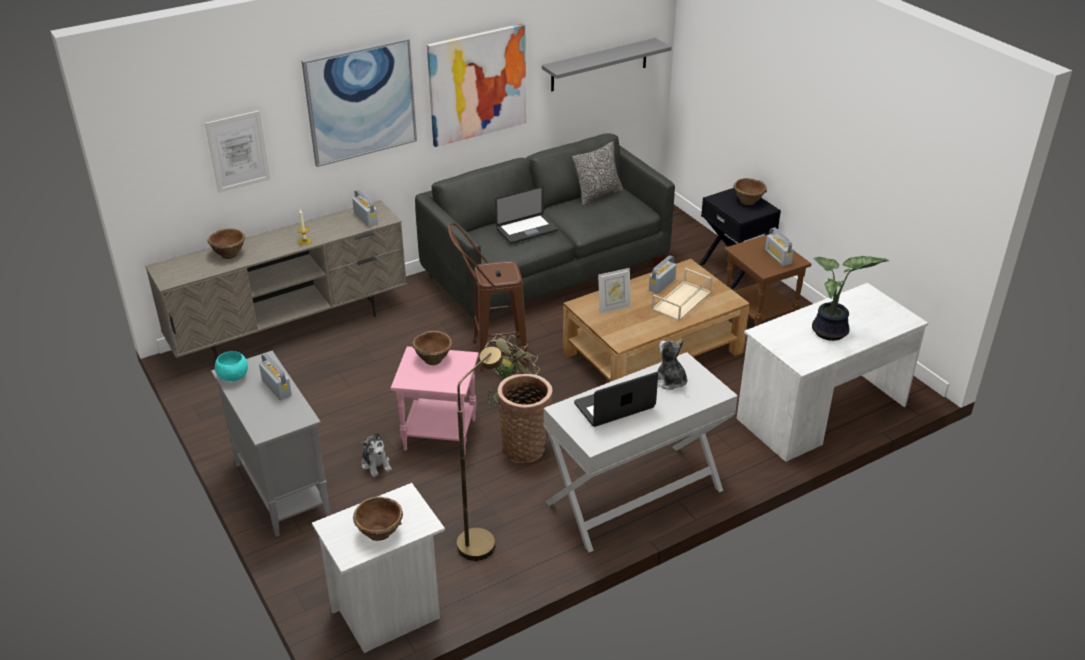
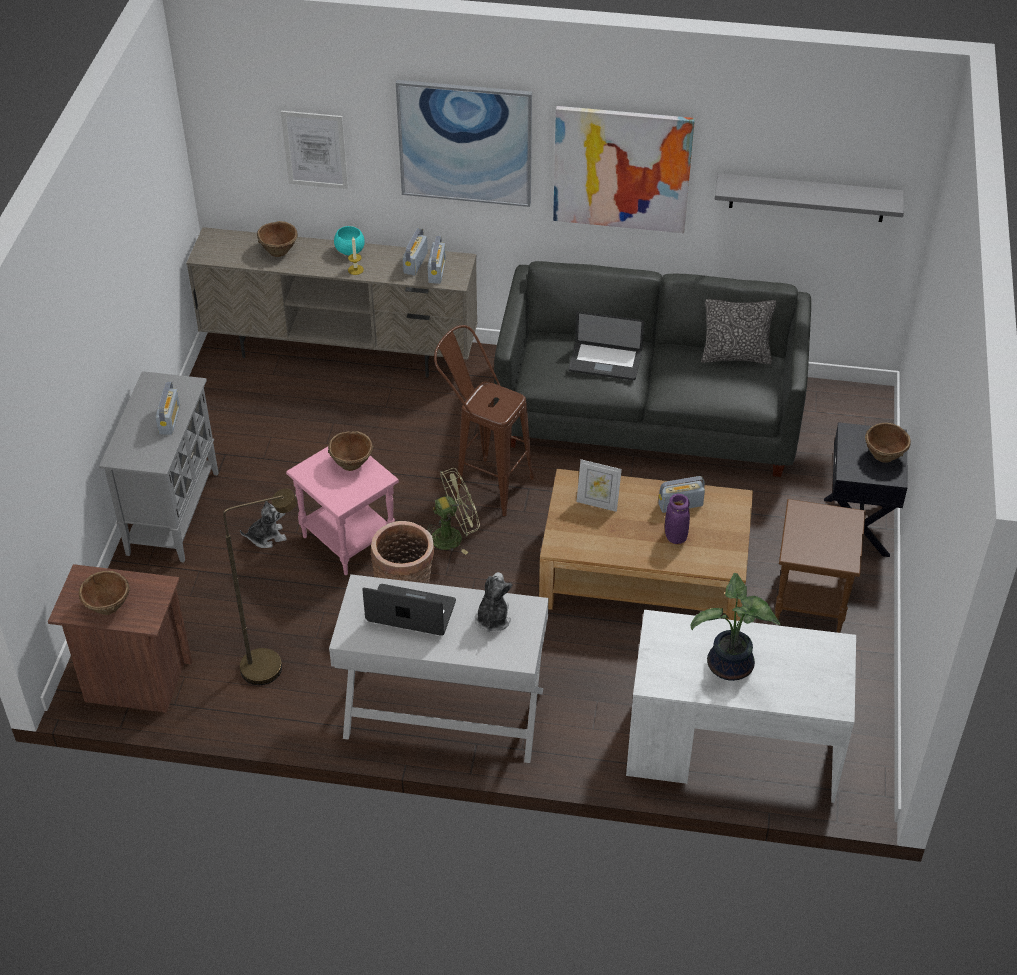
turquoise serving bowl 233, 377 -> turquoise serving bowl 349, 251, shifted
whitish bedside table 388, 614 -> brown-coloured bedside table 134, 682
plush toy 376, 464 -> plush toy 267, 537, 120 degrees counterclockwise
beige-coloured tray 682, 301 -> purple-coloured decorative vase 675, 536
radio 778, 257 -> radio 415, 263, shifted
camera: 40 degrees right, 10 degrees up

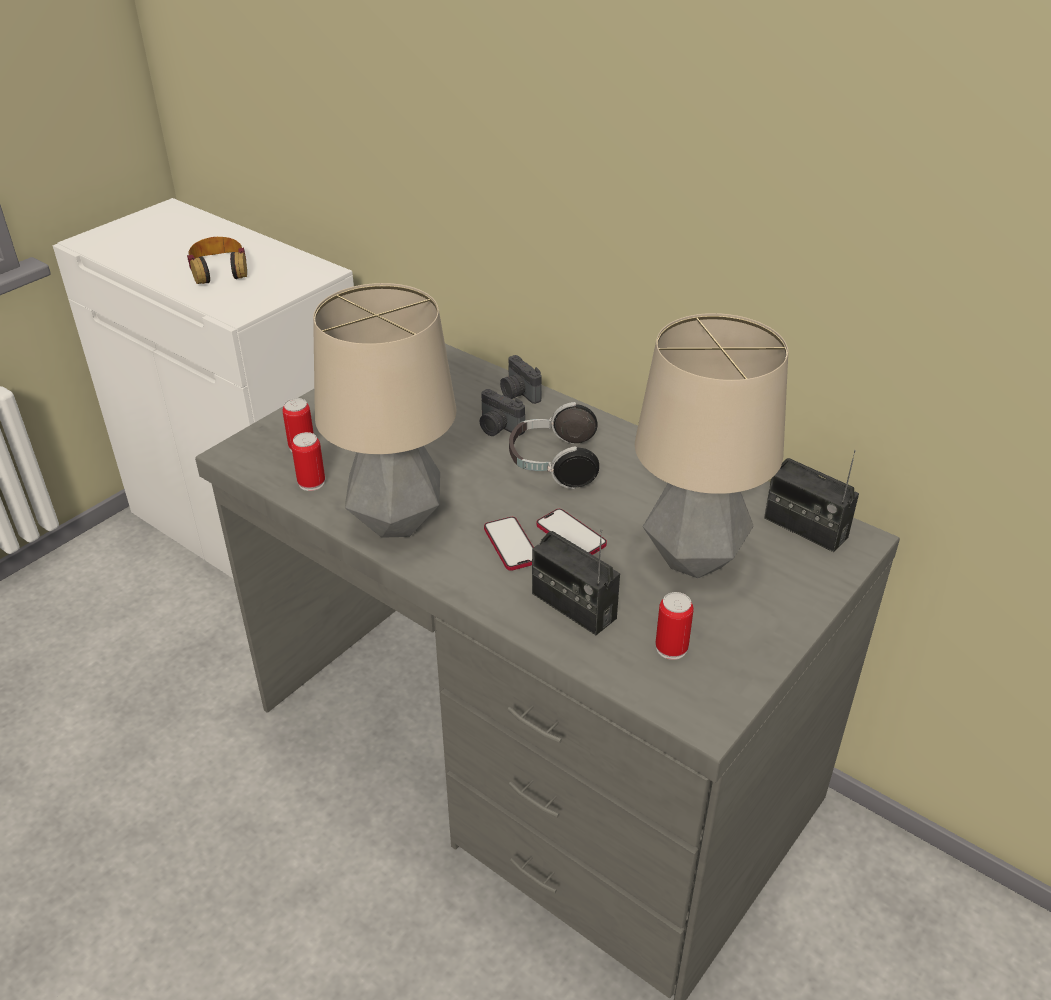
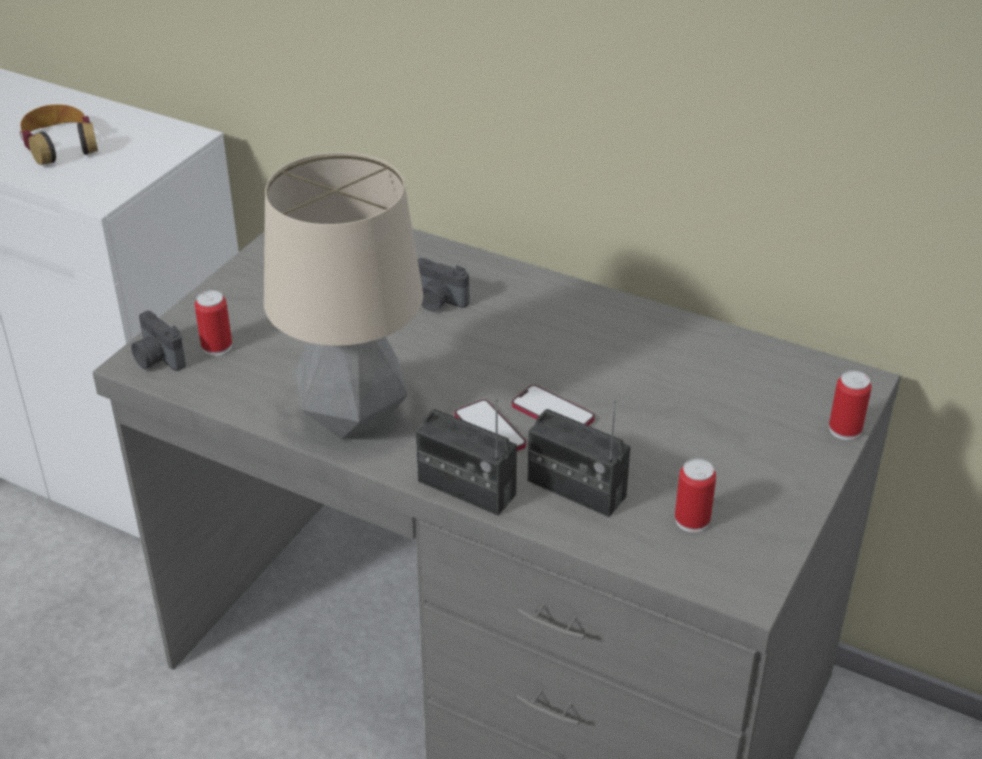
metal can 311, 483 -> metal can 845, 430, shifted
still camera 518, 394 -> still camera 157, 359, shifted
headset 553, 464 -> none
table lamp 693, 558 -> none
radio 805, 528 -> radio 466, 488, shifted
camera: 10 degrees left, 0 degrees up

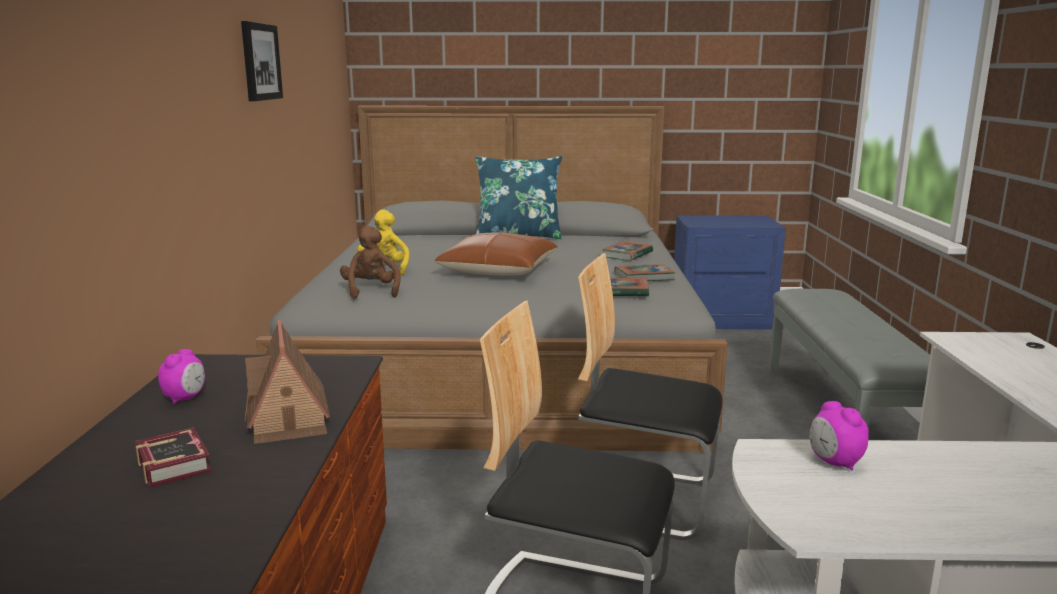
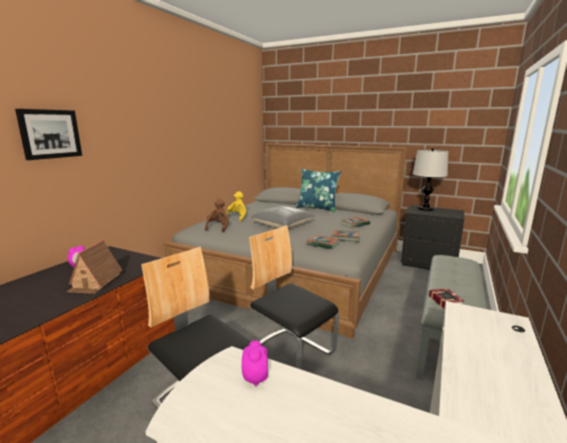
book 175, 463 -> book 445, 300, shifted
picture 260, 62 -> picture 50, 134, shifted
brown-coloured pillow 498, 270 -> greyish pillow 282, 224
blue bedside table 721, 319 -> black-coloured bedside table 428, 263
none -> table lamp 425, 208
camera: 25 degrees right, 0 degrees up

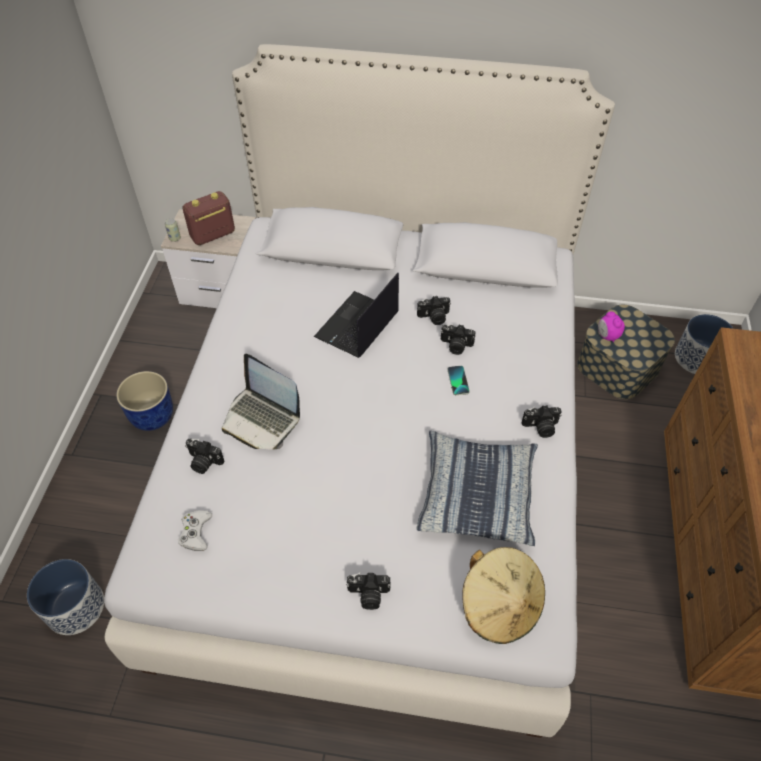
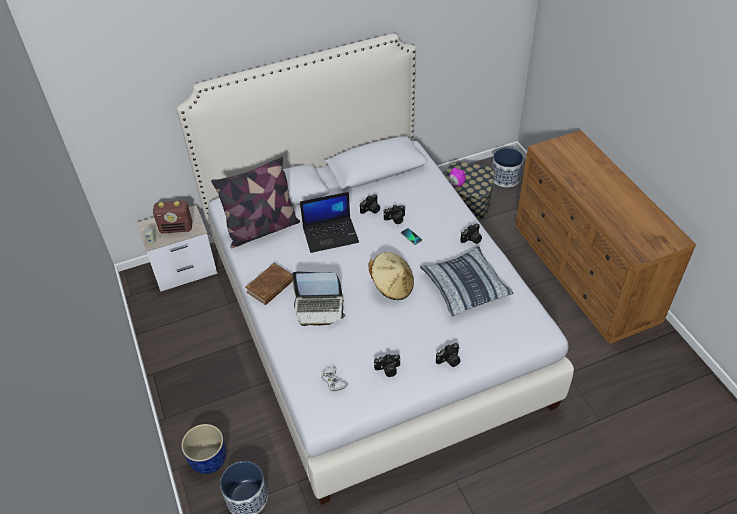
blue planter 152, 415 -> blue planter 208, 459, shifted
radio 212, 235 -> radio 177, 228, 120 degrees counterclockwise
still camera 203, 462 -> still camera 388, 370, shifted
laptop 357, 326 -> laptop 331, 234, 105 degrees counterclockwise
beige-coloured clothing hat 500, 605 -> beige-coloured clothing hat 392, 286, shifted
none -> pillow 262, 229
none -> brown-coloured book 271, 286
camera: 30 degrees left, 5 degrees down

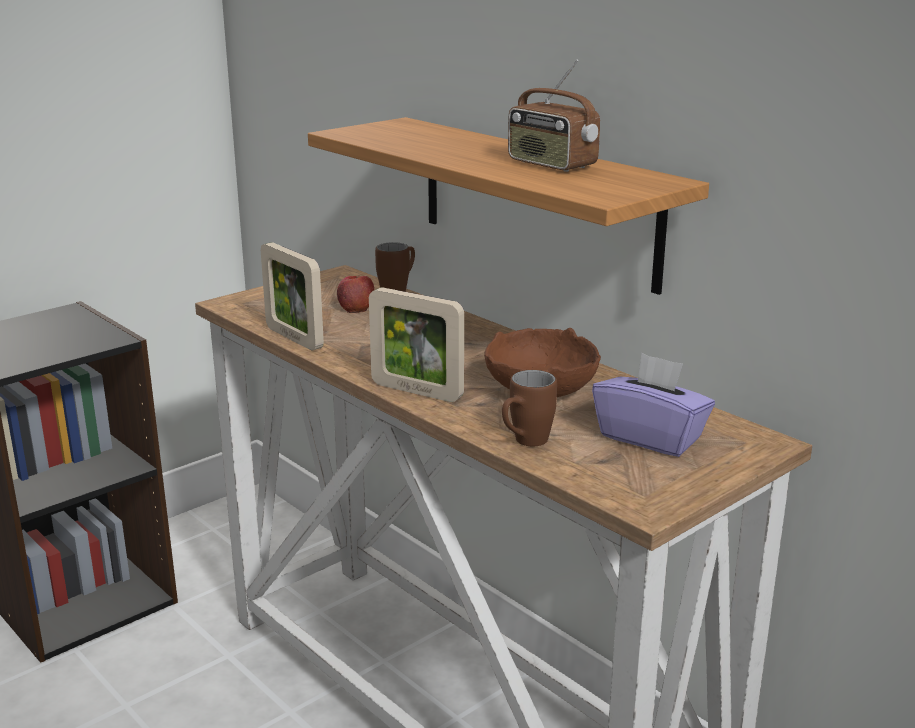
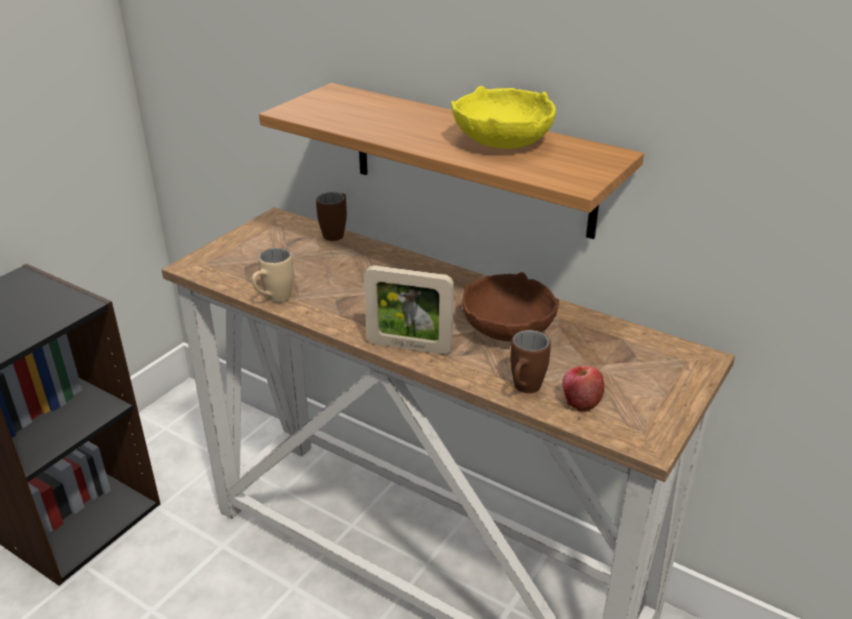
picture frame 294, 338 -> beige-coloured tea mug 273, 300
apple fruit 356, 308 -> apple fruit 580, 401, shifted
radio 551, 165 -> yellow-coloured serving bowl 503, 141
purple-coloured tissue holder 650, 437 -> none
camera: 15 degrees left, 10 degrees up

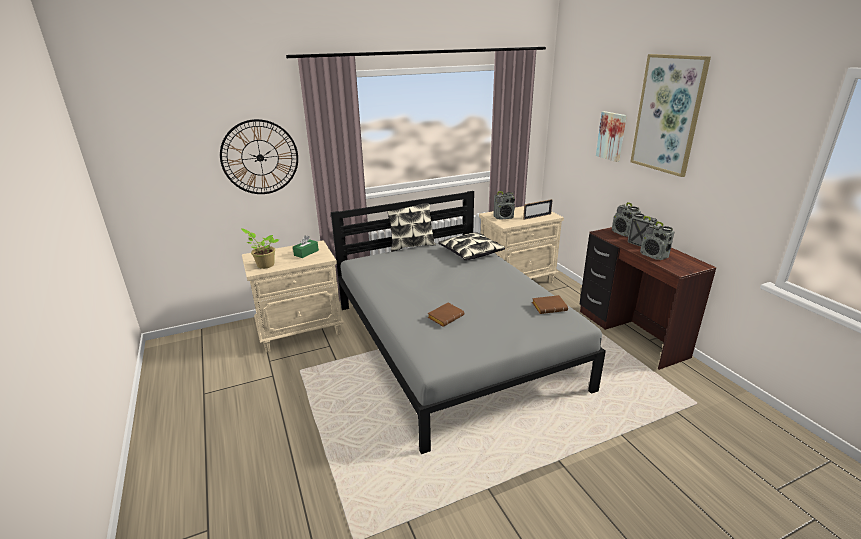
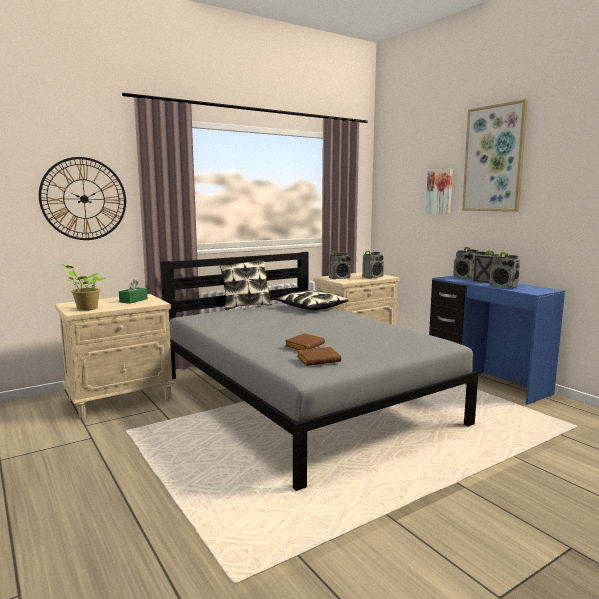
picture frame 537, 216 -> radio 373, 277
brown-coloured book 549, 307 -> brown-coloured book 319, 360, shifted
brown-coloured desk table 630, 333 -> blue desk table 486, 381
camera: 10 degrees left, 15 degrees down

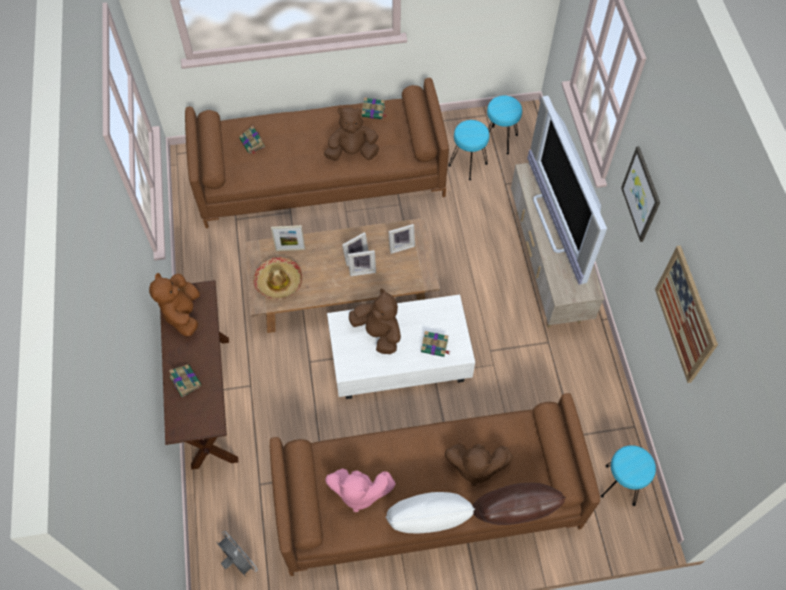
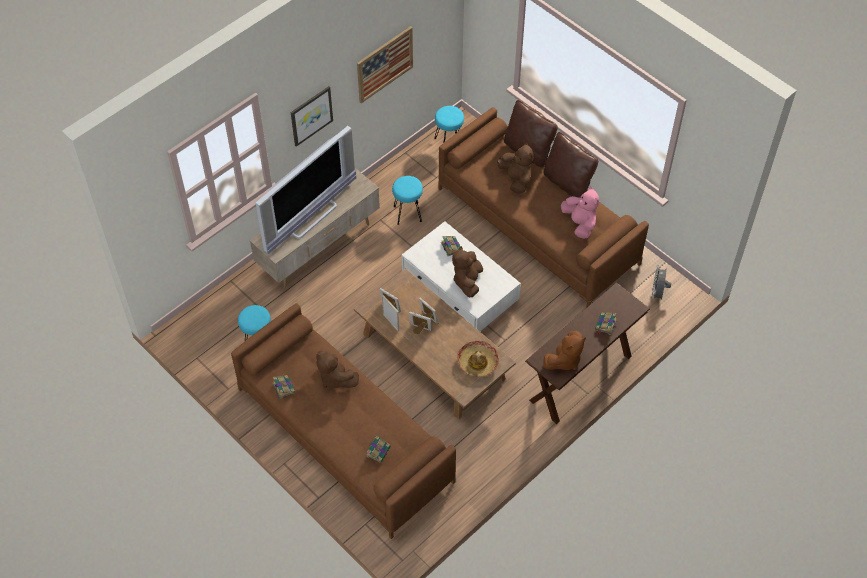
picture frame 290, 249 -> picture frame 391, 322, shifted
whitish pillow 427, 523 -> brown-coloured pillow 568, 183
turquoise stool seat 499, 140 -> turquoise stool seat 408, 213, shifted
camera: 125 degrees left, 5 degrees down

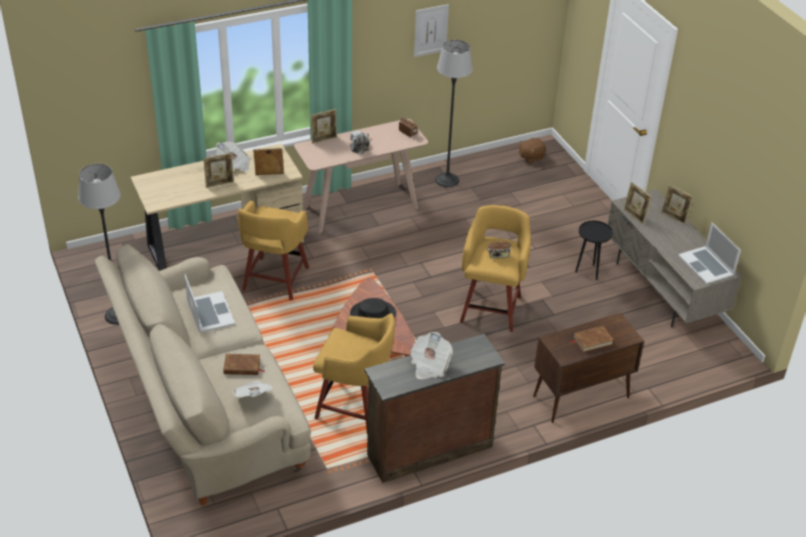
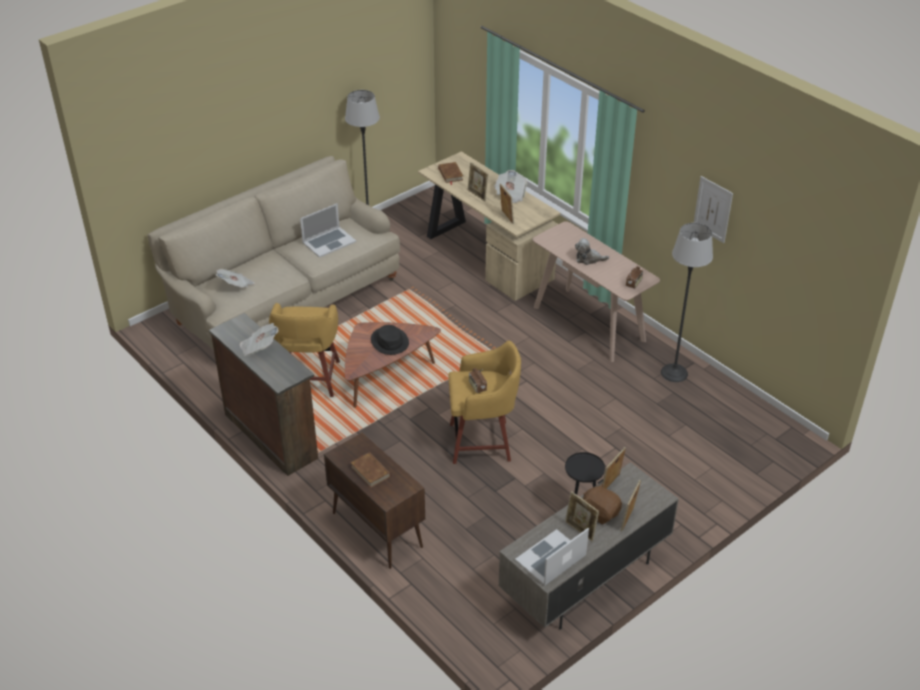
brown-coloured book 242, 367 -> brown-coloured book 450, 174, shifted
yellow-coloured stool seat 274, 280 -> none
picture frame 324, 139 -> picture frame 580, 530, shifted
brown-coloured plush toy 531, 157 -> brown-coloured plush toy 600, 512, shifted
camera: 75 degrees right, 0 degrees up

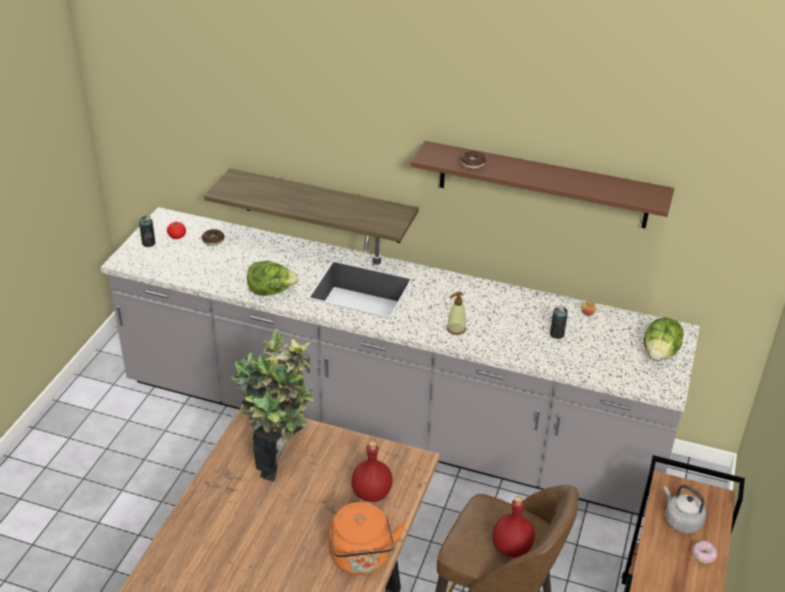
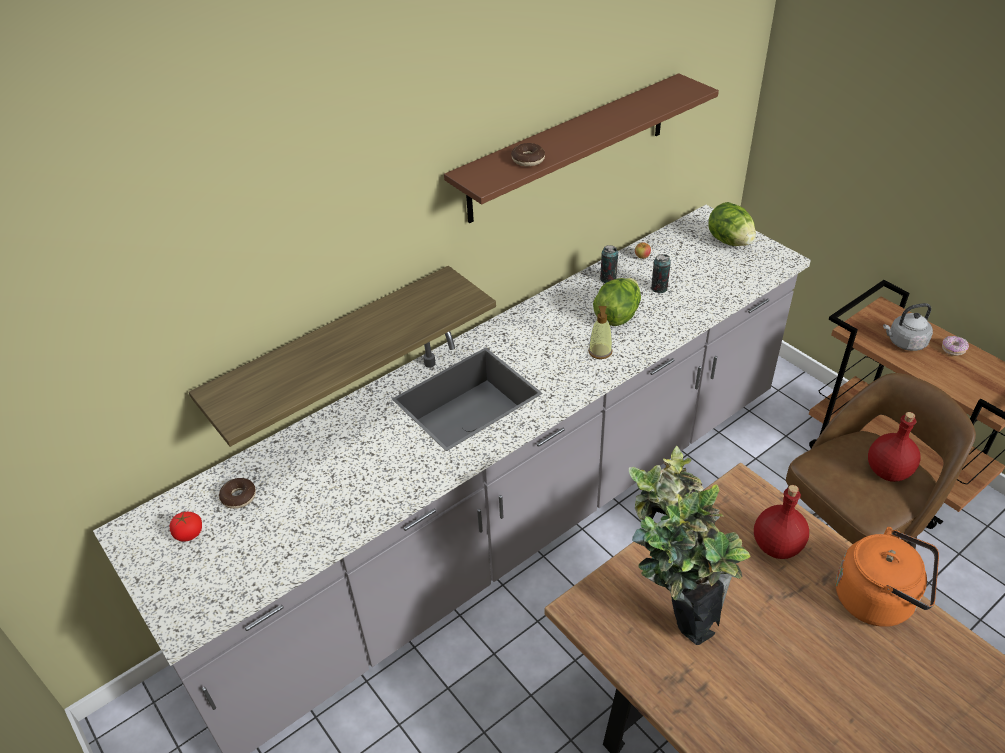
metal can 148, 243 -> metal can 608, 279, shifted
head of lettuce 271, 291 -> head of lettuce 617, 315, shifted
camera: 55 degrees left, 5 degrees up

